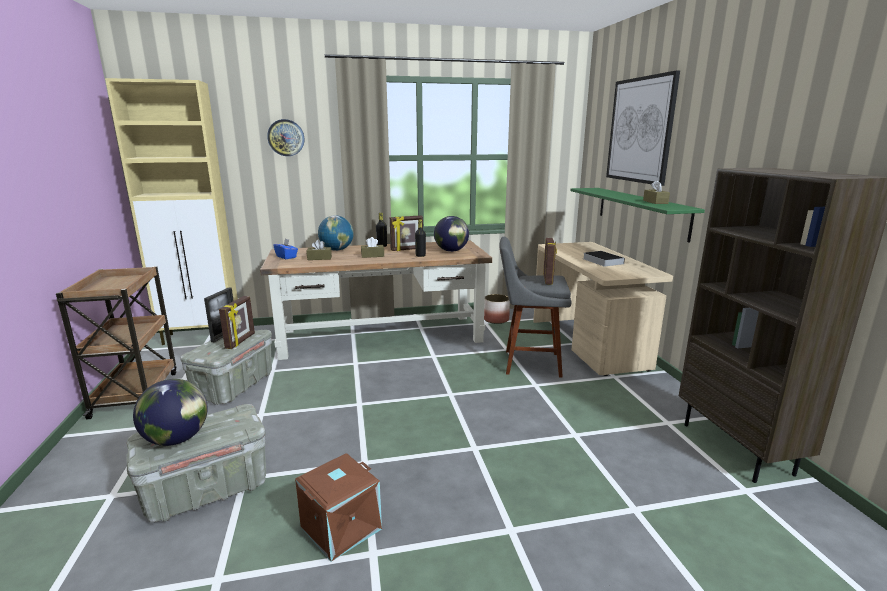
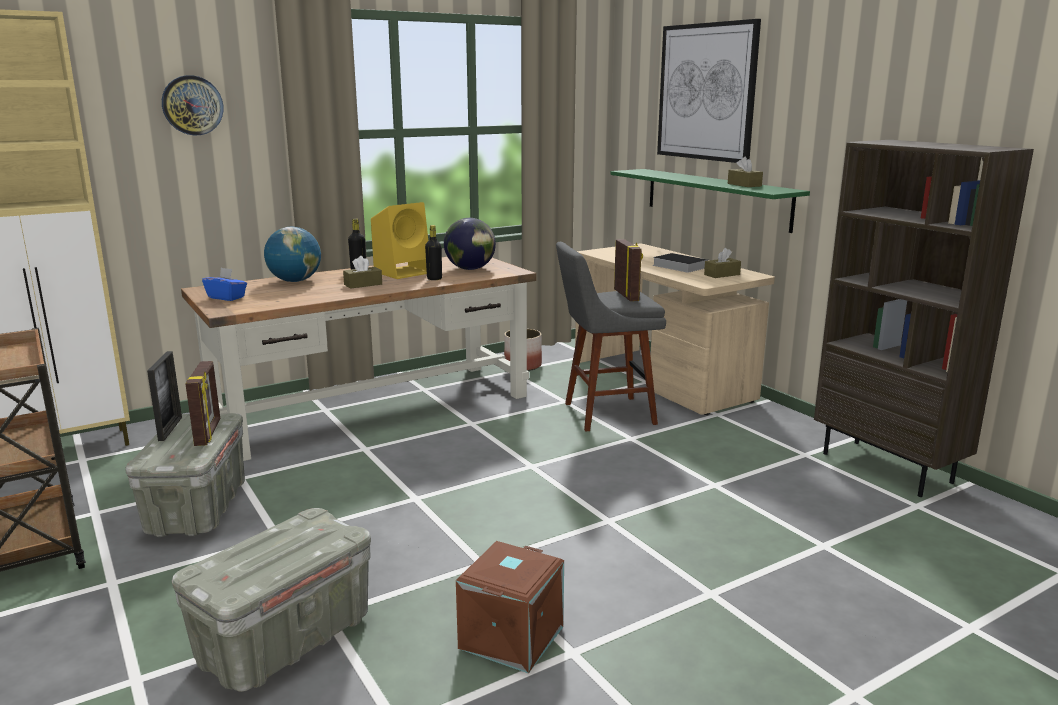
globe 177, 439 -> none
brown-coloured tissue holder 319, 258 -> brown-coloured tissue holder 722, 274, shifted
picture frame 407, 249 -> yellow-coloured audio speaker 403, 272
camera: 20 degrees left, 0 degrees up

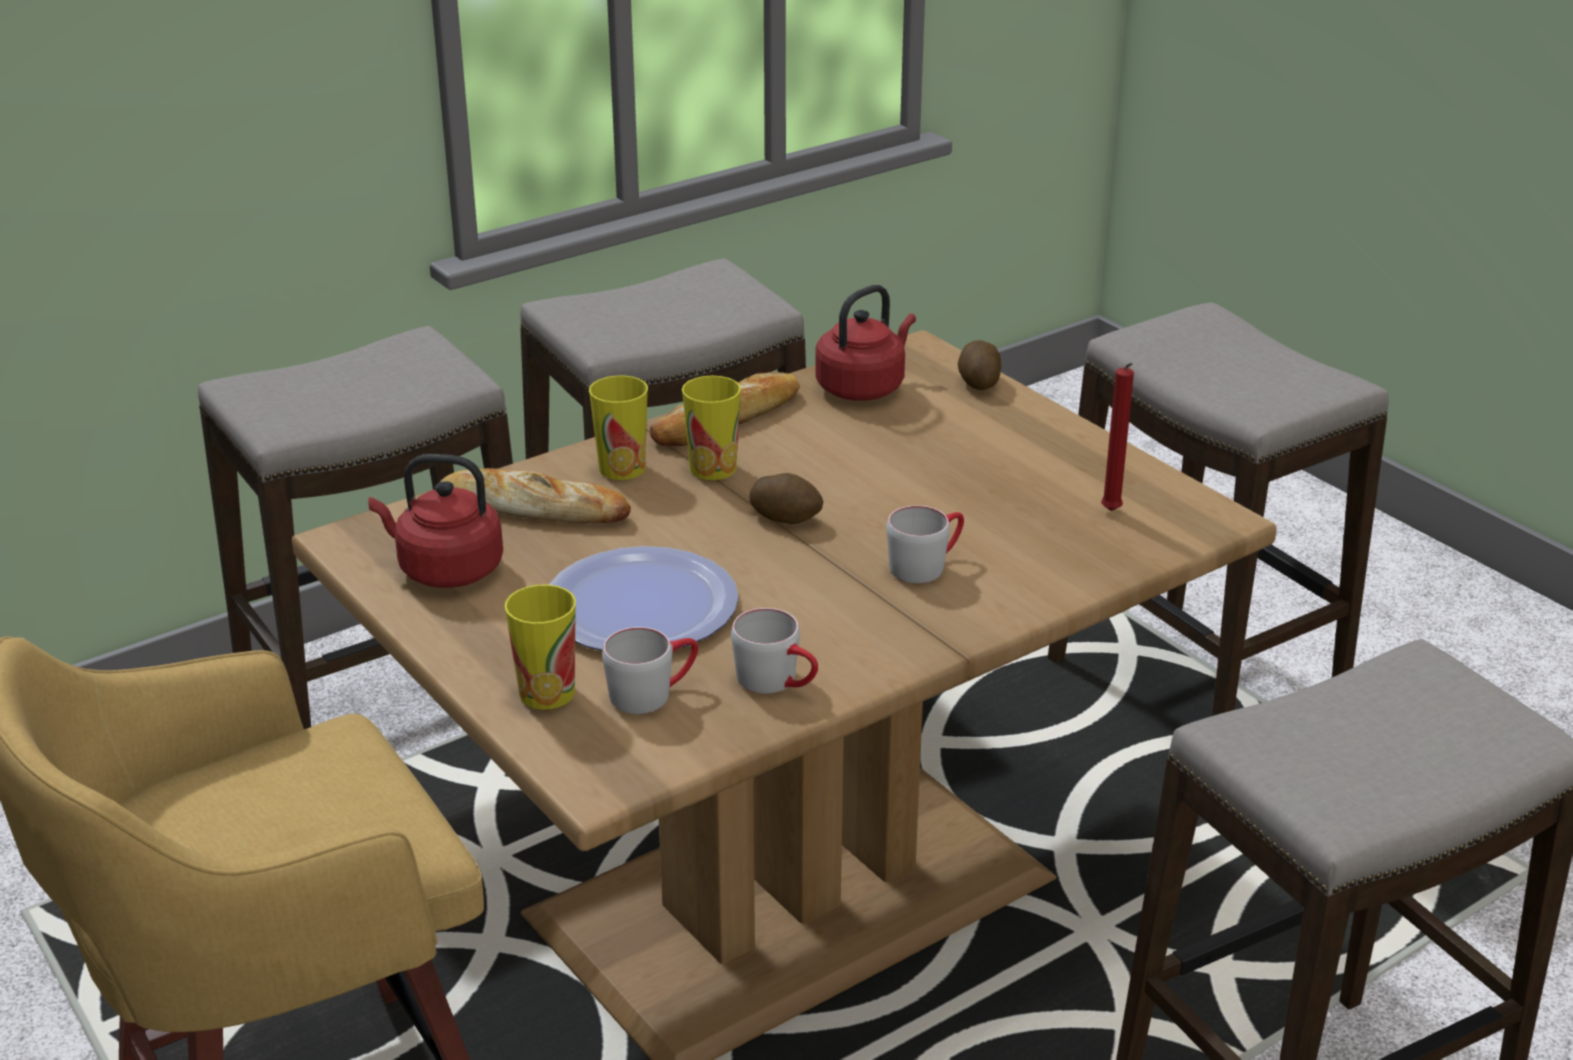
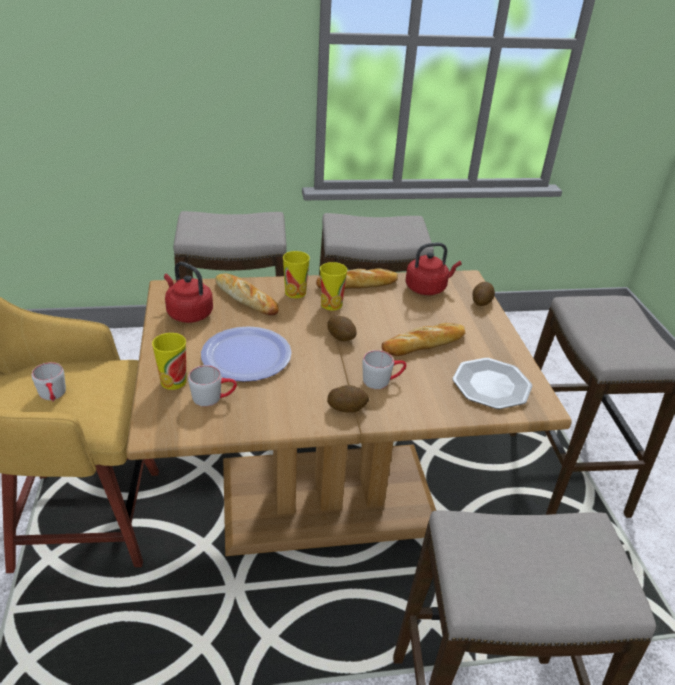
greyish tea mug 778, 682 -> greyish tea mug 53, 396, shifted
reddish wax light 1111, 512 -> dinner plate 491, 385
none -> whole potato 347, 407
none -> bakery bread 424, 343
camera: 25 degrees right, 5 degrees up

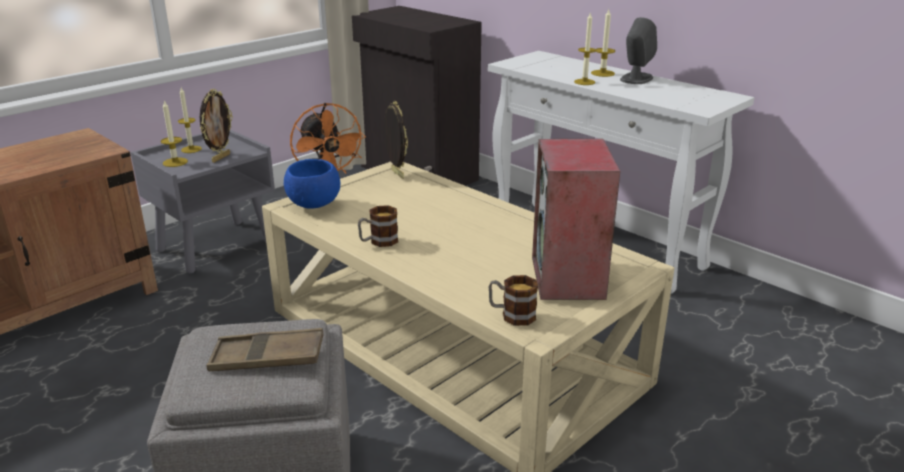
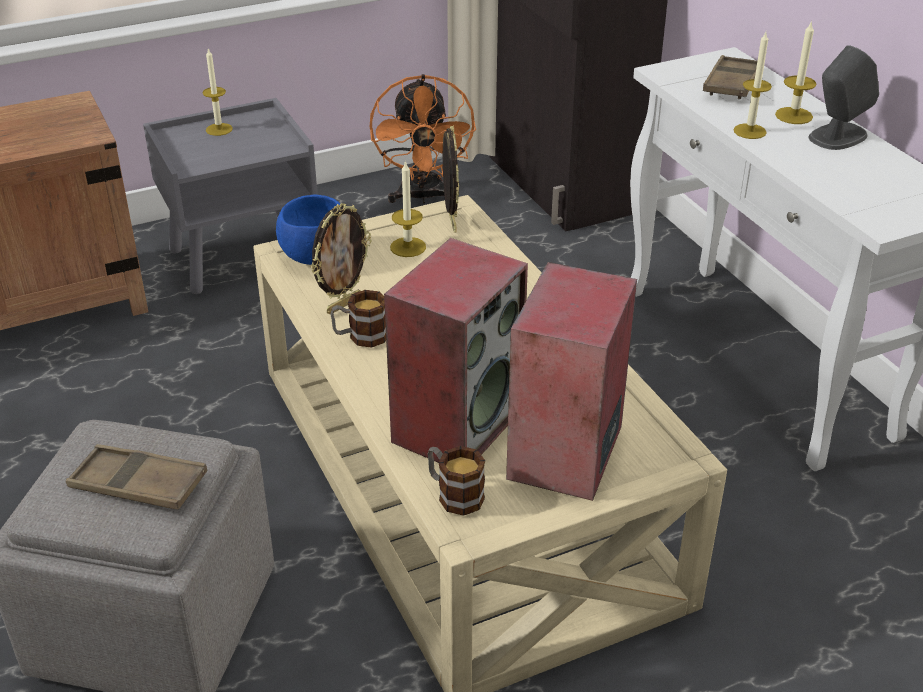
wax light 175, 162 -> wax light 408, 247, shifted
picture frame 220, 158 -> picture frame 343, 304, shifted
none -> audio speaker 457, 424
none -> brown-coloured tray 732, 84
camera: 20 degrees right, 10 degrees up

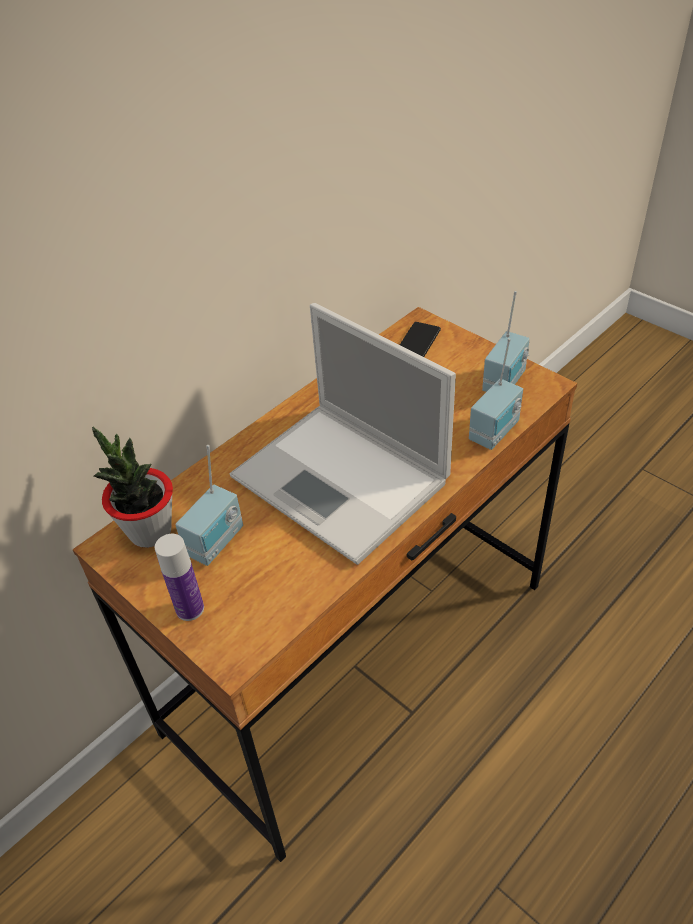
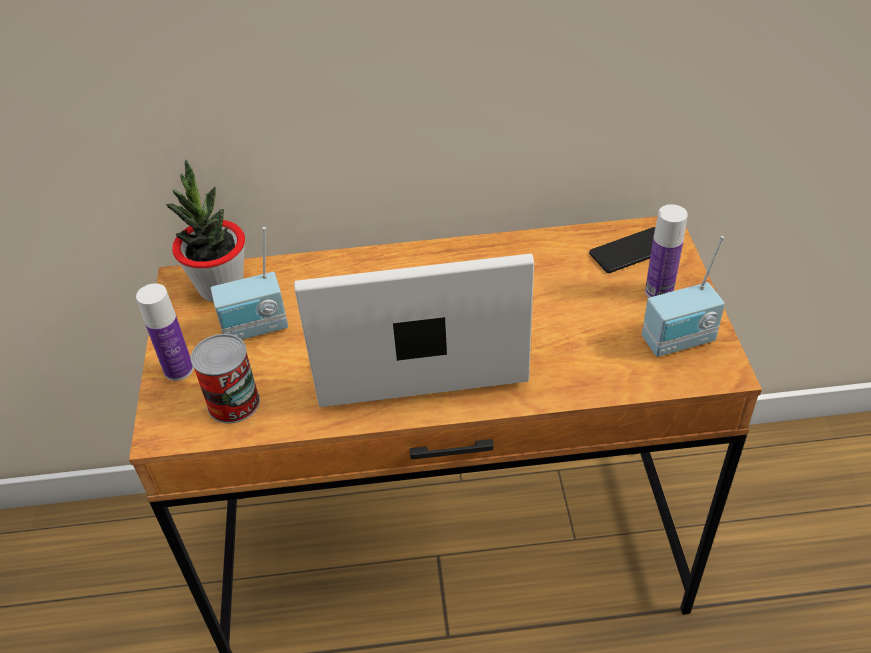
laptop 343, 481 -> laptop 411, 341, 90 degrees clockwise
radio 496, 432 -> none
none -> metal can 233, 403
none -> beverage bottle 659, 292
camera: 40 degrees right, 0 degrees up

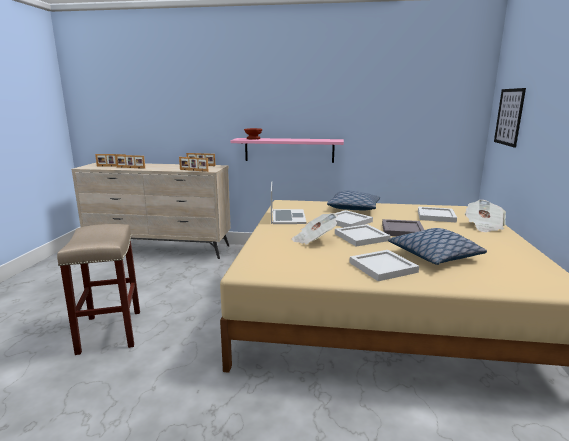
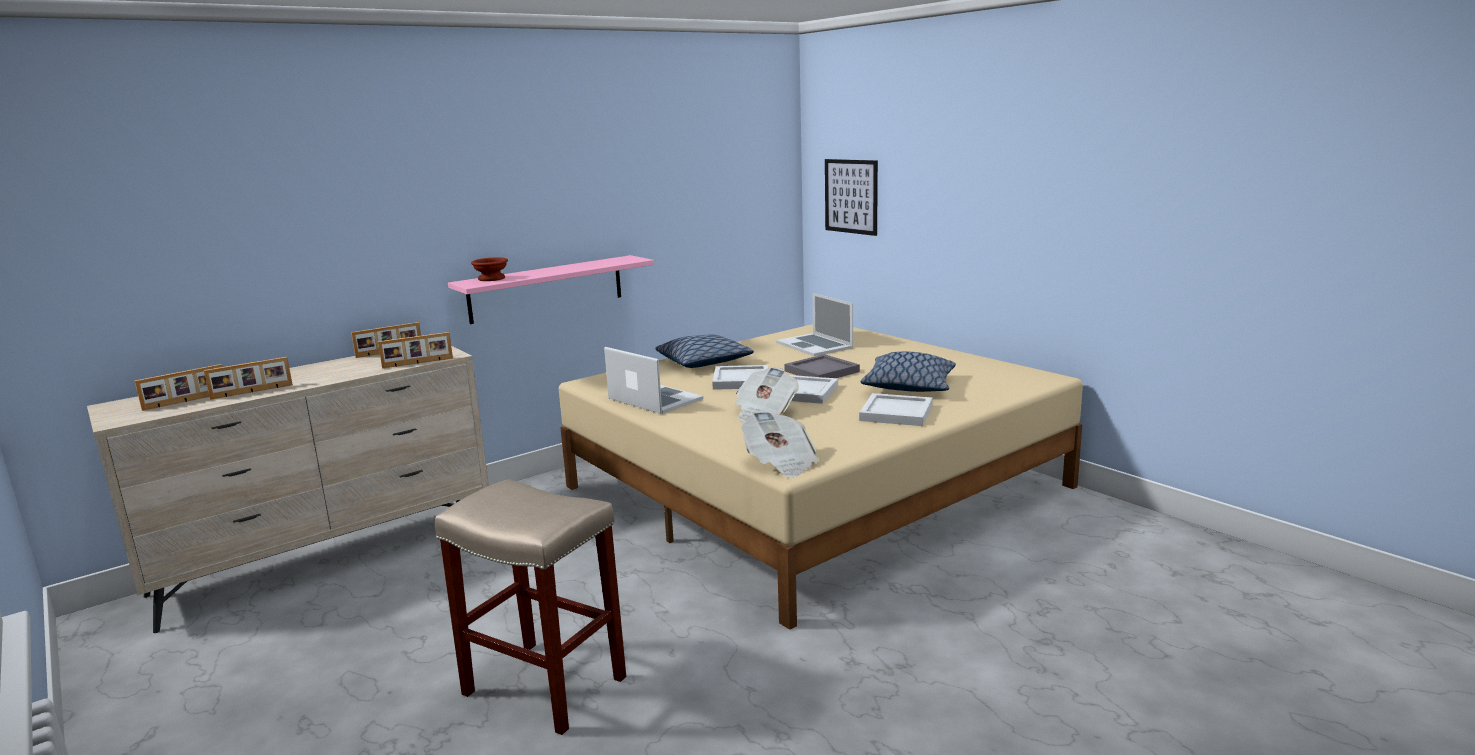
whitish tray 436, 216 -> laptop 814, 345
newspaper 483, 226 -> newspaper 780, 463, shifted
camera: 45 degrees left, 0 degrees up

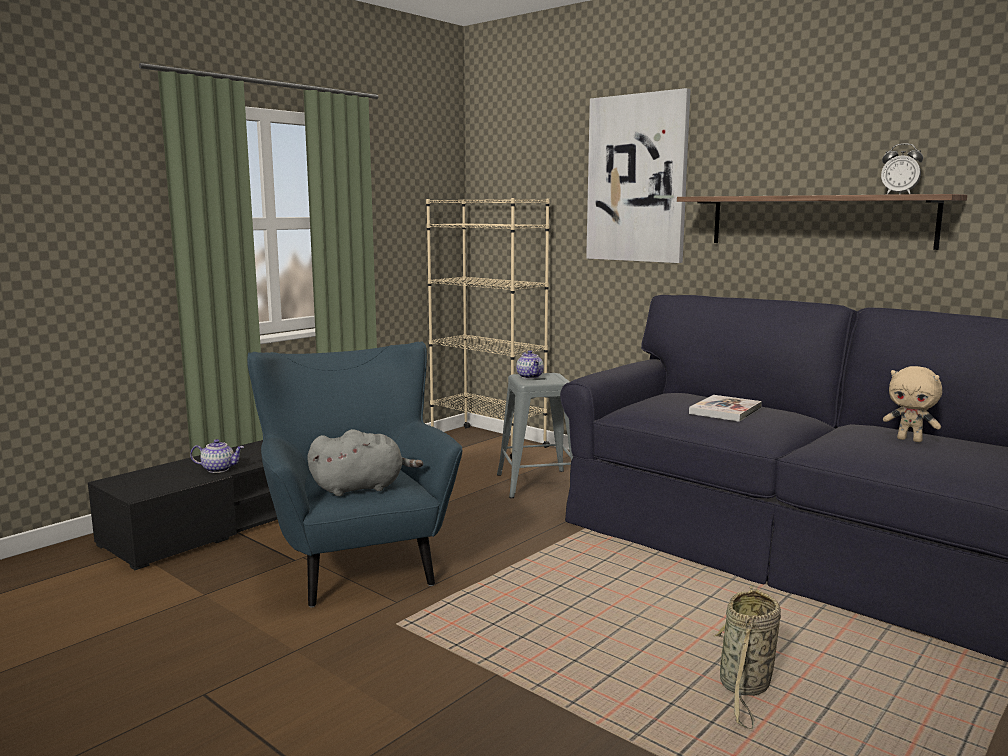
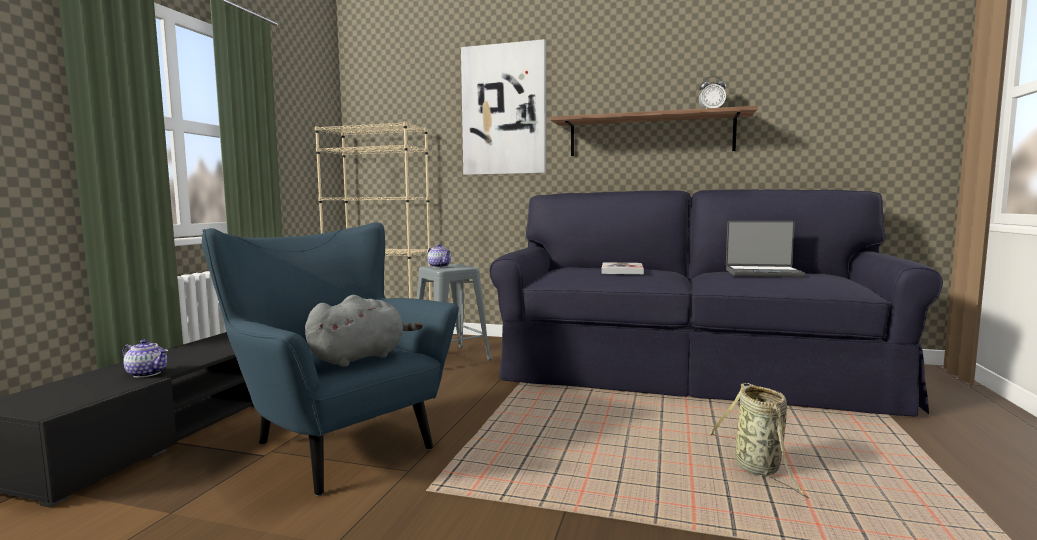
pot for tea 219, 469 -> pot for tea 148, 373, 45 degrees clockwise
beige-coloured plush toy 910, 439 -> laptop 763, 273
camera: 25 degrees left, 5 degrees down

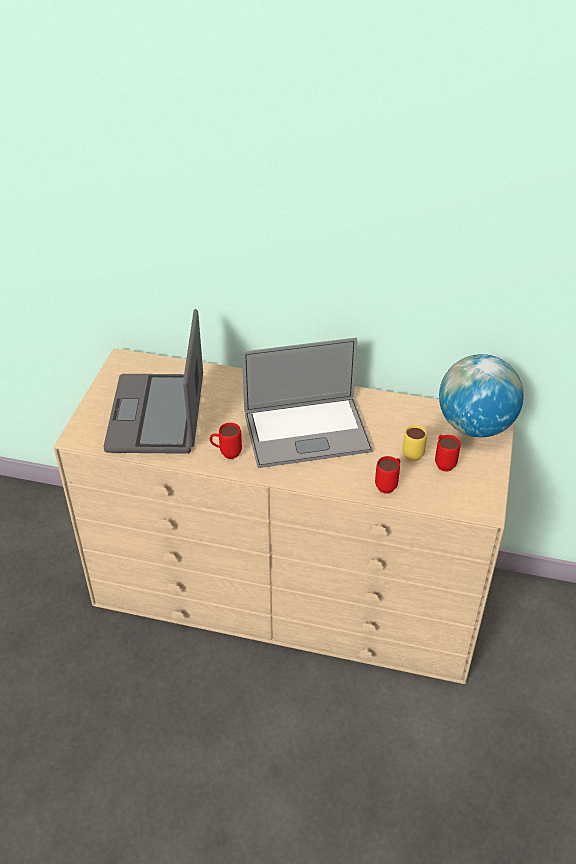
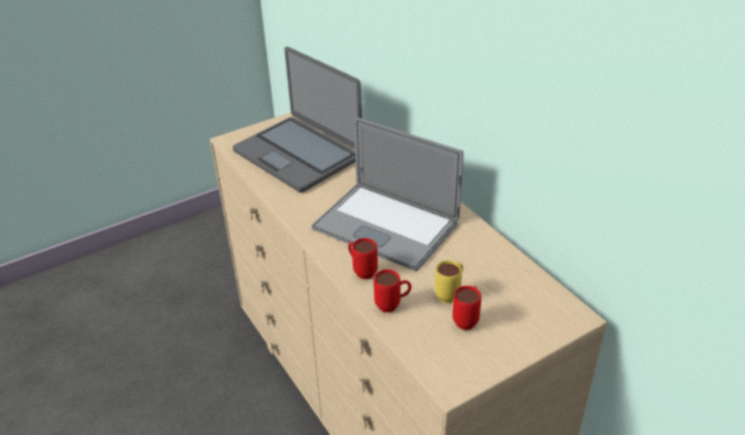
laptop 157, 415 -> laptop 298, 154, 90 degrees counterclockwise
reddish tea mug 226, 453 -> reddish tea mug 362, 271, shifted
globe 474, 426 -> none
camera: 45 degrees right, 5 degrees down

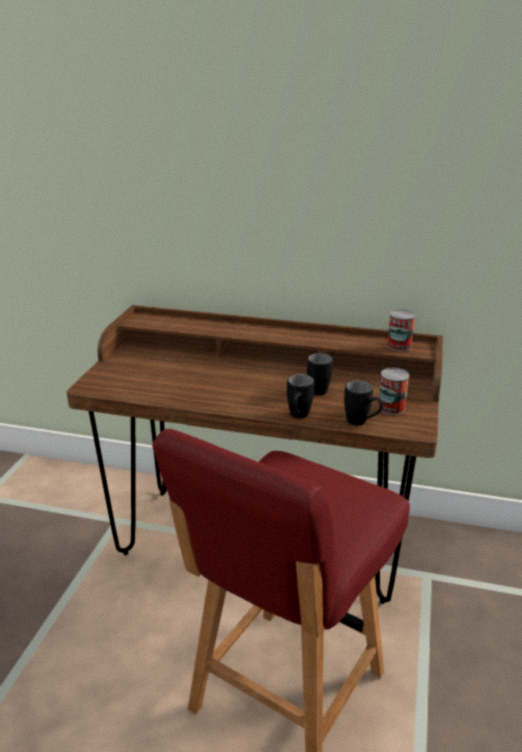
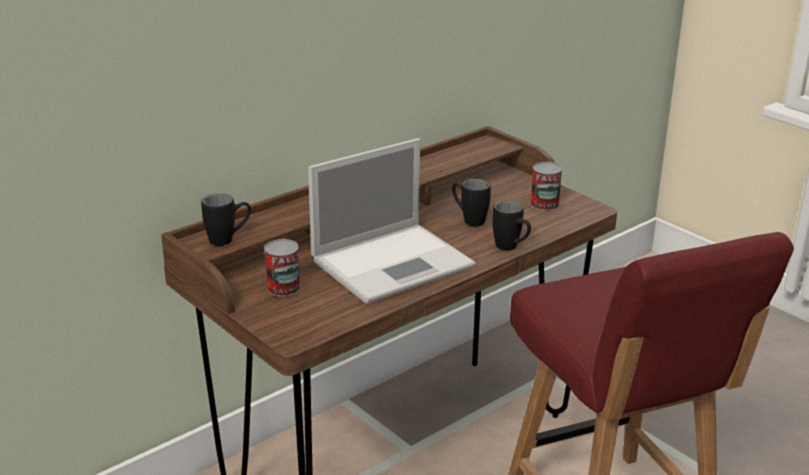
black-coloured tea mug 362, 423 -> black-coloured tea mug 228, 240, shifted
metal can 399, 345 -> metal can 283, 288, shifted
none -> laptop 395, 262
camera: 55 degrees left, 0 degrees up

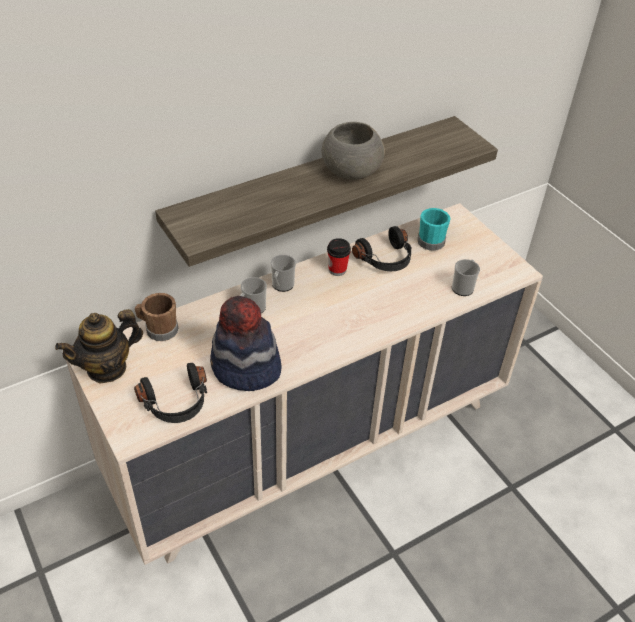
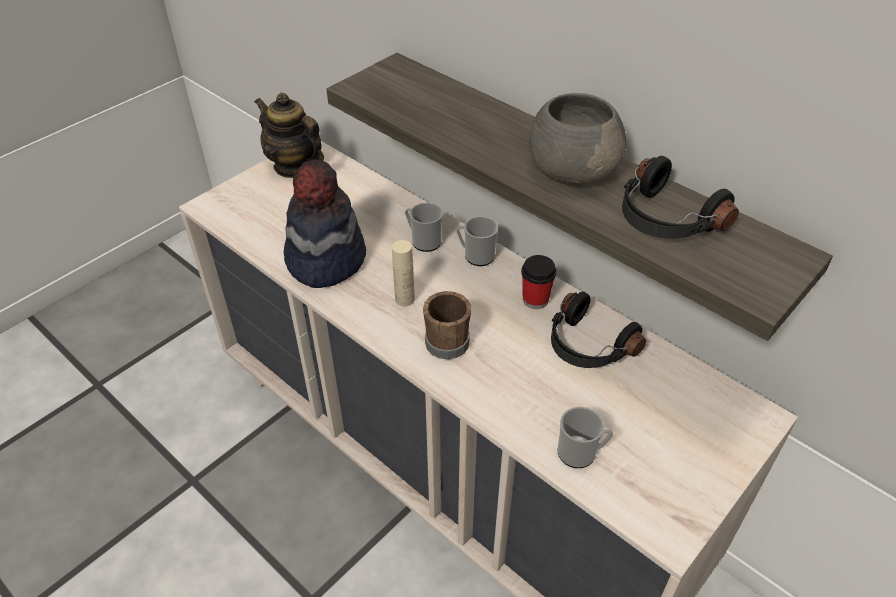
black-coloured headset 176, 403 -> black-coloured headset 665, 220, shifted
brown-coloured tea mug 158, 329 -> brown-coloured tea mug 447, 339, shifted
turquoise tea mug 431, 239 -> none
none -> beige-coloured beverage bottle 404, 299
camera: 75 degrees right, 0 degrees up

